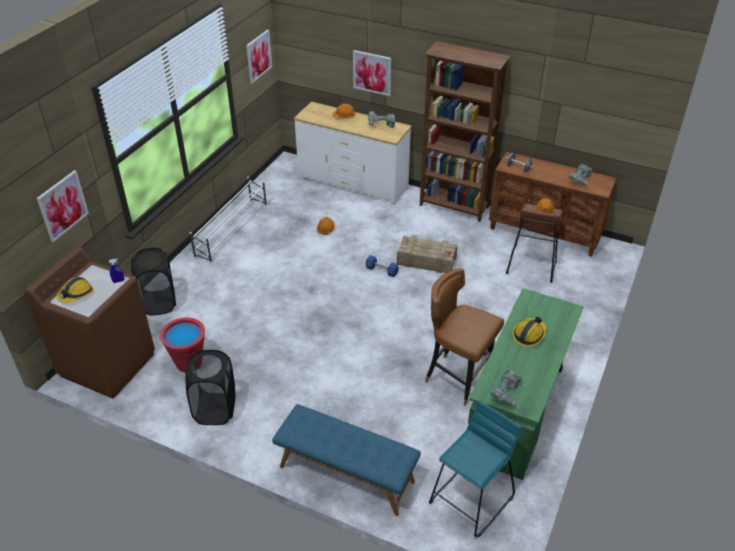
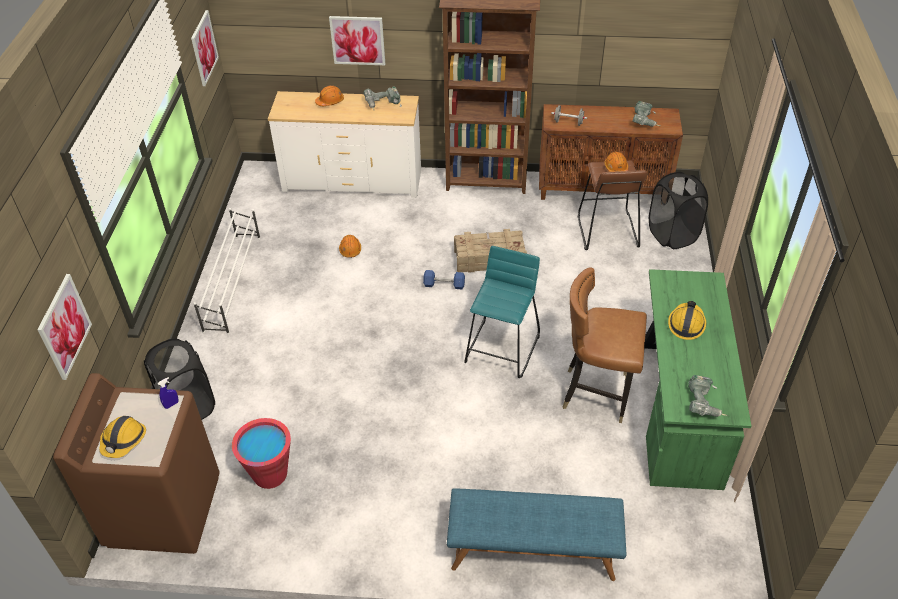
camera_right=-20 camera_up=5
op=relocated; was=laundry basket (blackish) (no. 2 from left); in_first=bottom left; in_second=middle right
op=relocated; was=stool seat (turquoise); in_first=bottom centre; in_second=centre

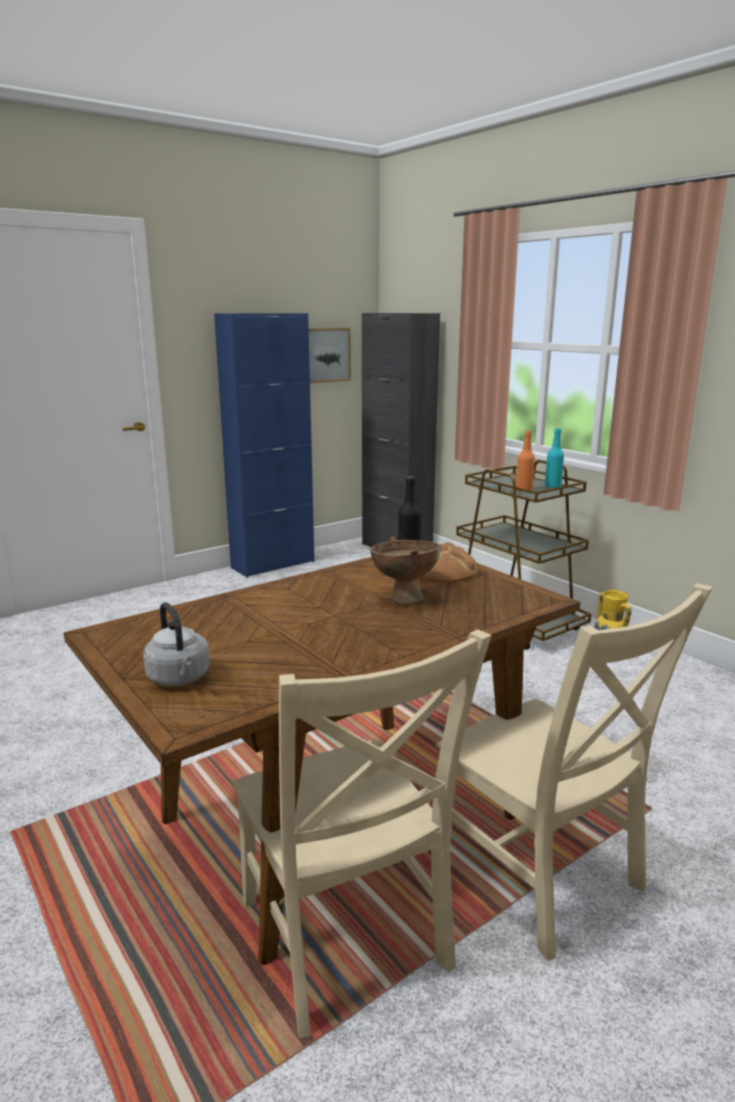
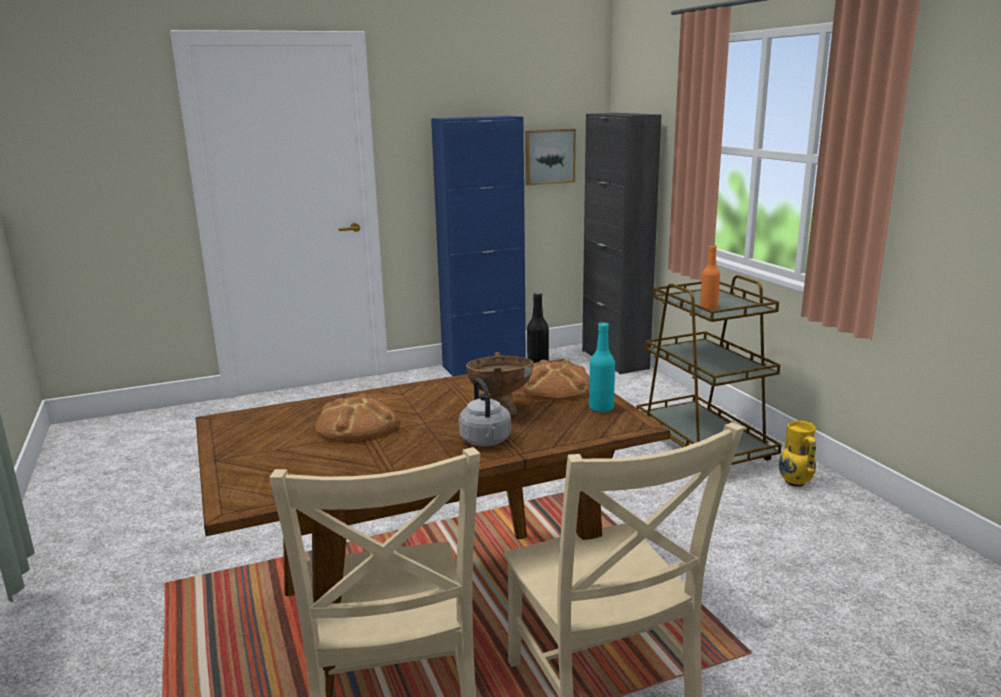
camera_right=15 camera_up=0
op=relocated; was=drink bottle (turquoise); in_first=middle right; in_second=centre
op=relocated; was=water kettle (greyish); in_first=middle left; in_second=centre
op=appeared; now=bakery bread (no. 1 from left); in_second=centre

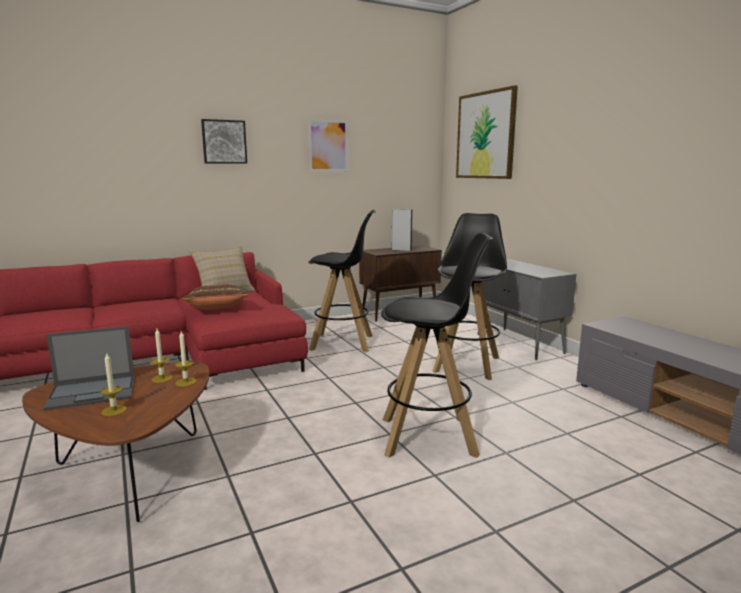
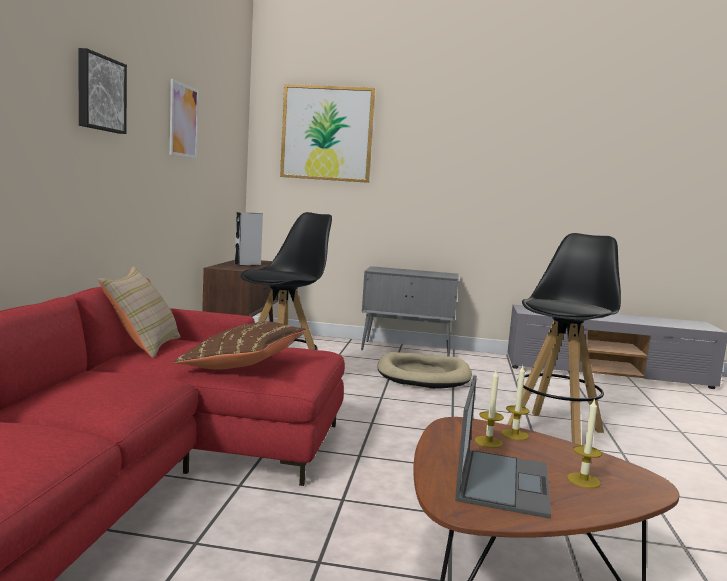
camera_right=-55 camera_up=-5
op=exchanged; was=stool seat (blackish) (no. 3 from left); now=dog bed (beige); in_first=centre; in_second=centre

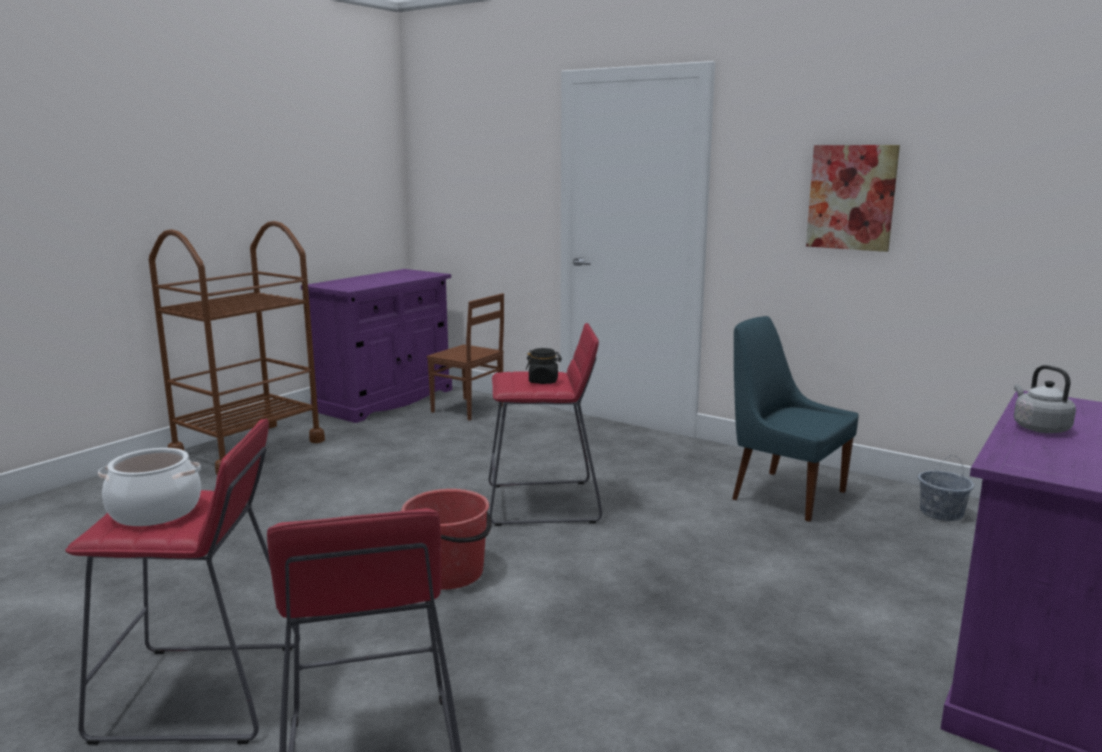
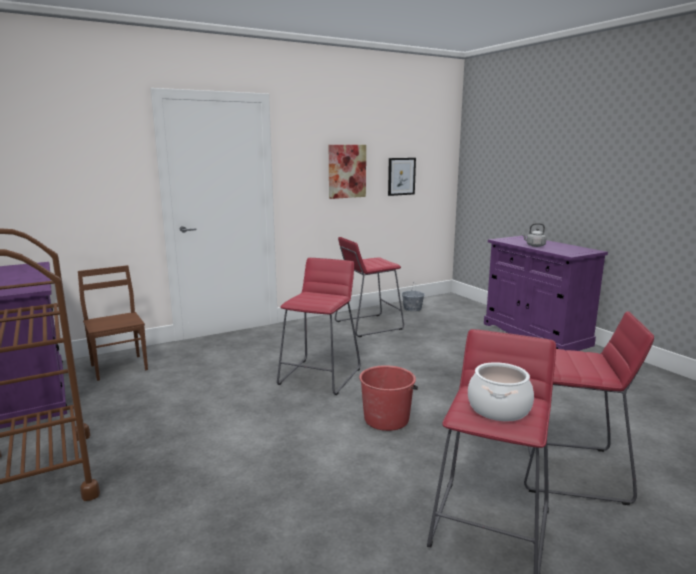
camera_right=-65 camera_up=0
op=spun; was=chair (brown-coloured); in_first=centre; in_second=middle left; clockwise=-90
op=exchanged; was=chair (bluish); now=stool seat (reddish) (no. 2 from left); in_first=middle right; in_second=centre
op=missing; was=jar (blackish); in_first=centre
op=appeared; now=picture (no. 2 from left); in_second=top centre

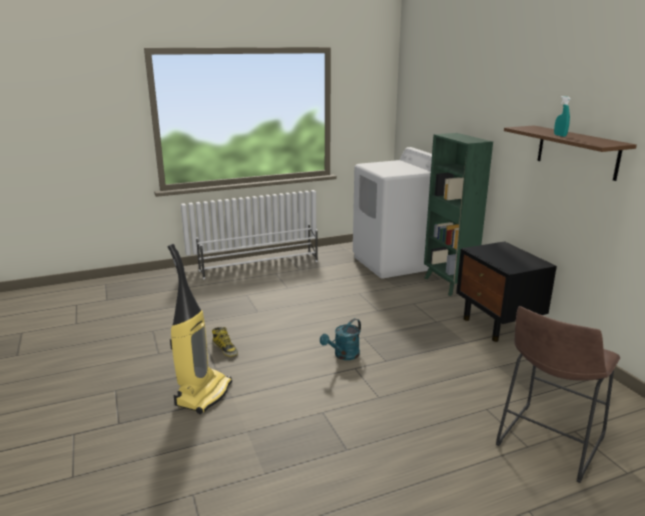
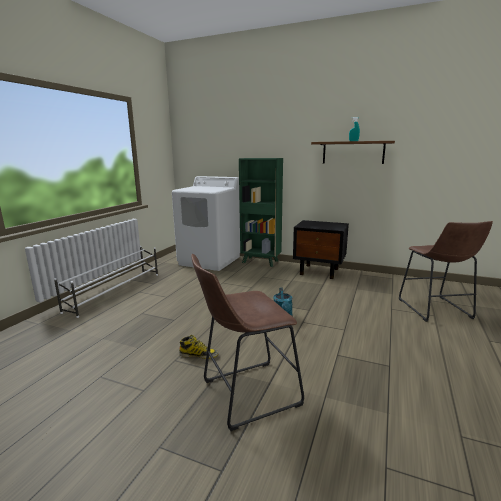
camera_right=-45 camera_up=-5
op=exchanged; was=vacuum cleaner; now=stool seat (brown-coloured) (no. 1 from left); in_first=middle left; in_second=bottom centre

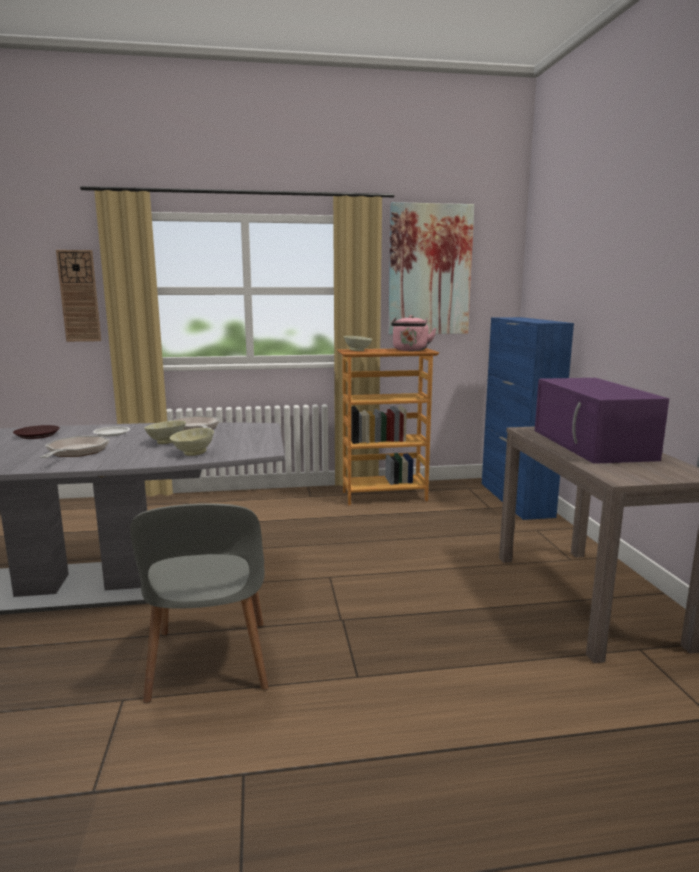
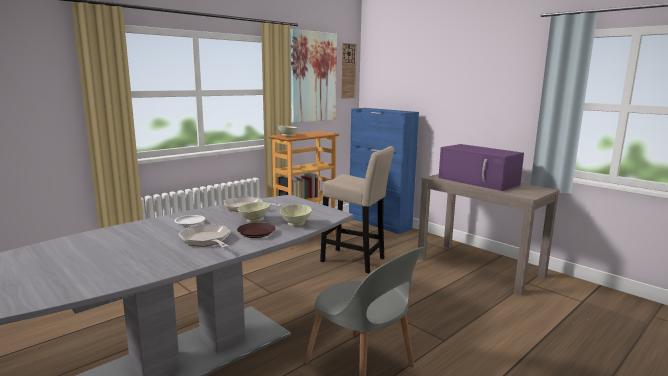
camera_right=-35 camera_up=0
op=relocated; was=wall clock; in_first=middle left; in_second=top centre
op=missing; was=water kettle (pink-coloured); in_first=centre
op=relocated; was=dinner plate (brown-coloured); in_first=middle left; in_second=centre
op=appeared; now=stool seat (beige); in_second=centre

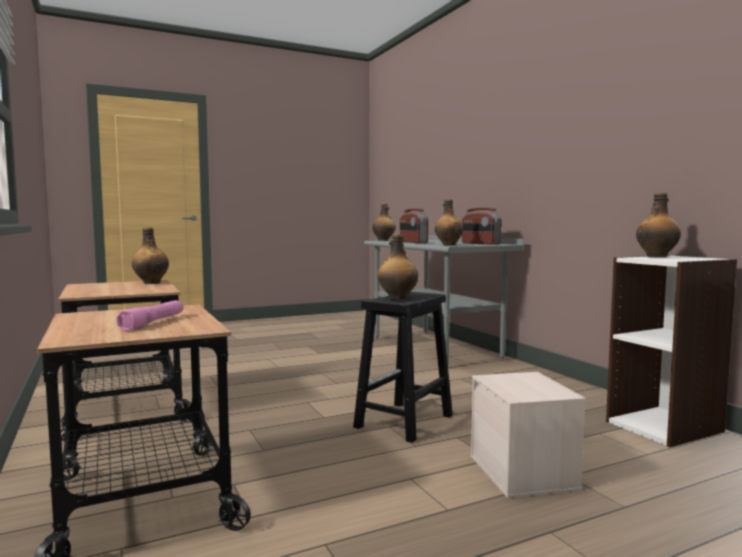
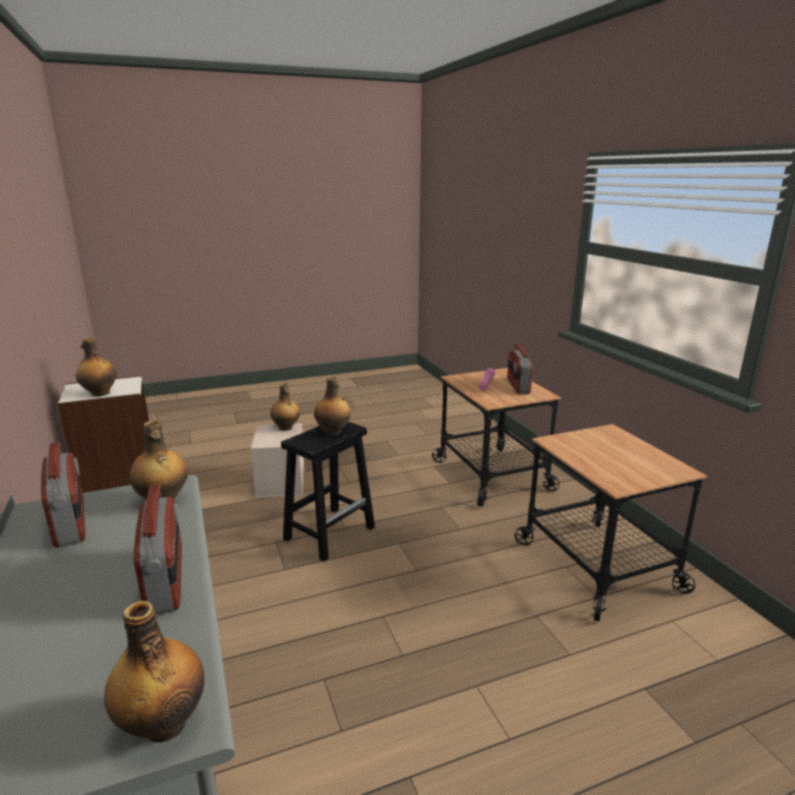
camera_right=-175 camera_up=15
op=relocated; was=drink bottle (no. 1 from left in the first image); now=drink bottle (no. 4 from left); in_first=middle left; in_second=centre
op=appeared; now=radio set (no. 3 from left); in_second=centre

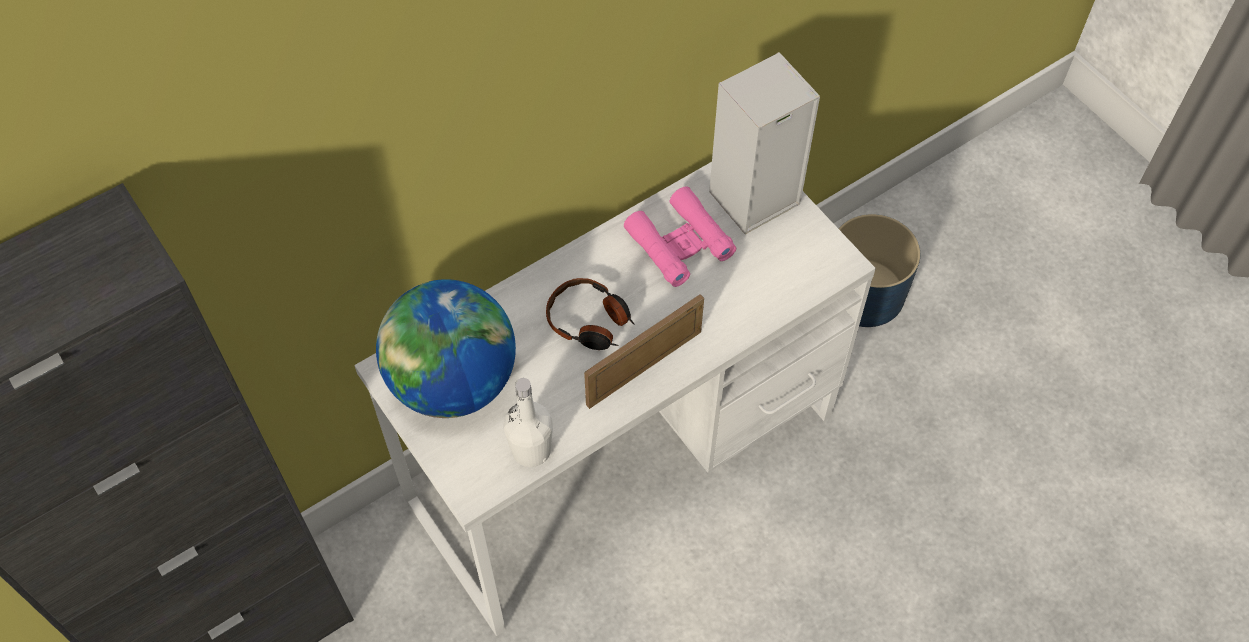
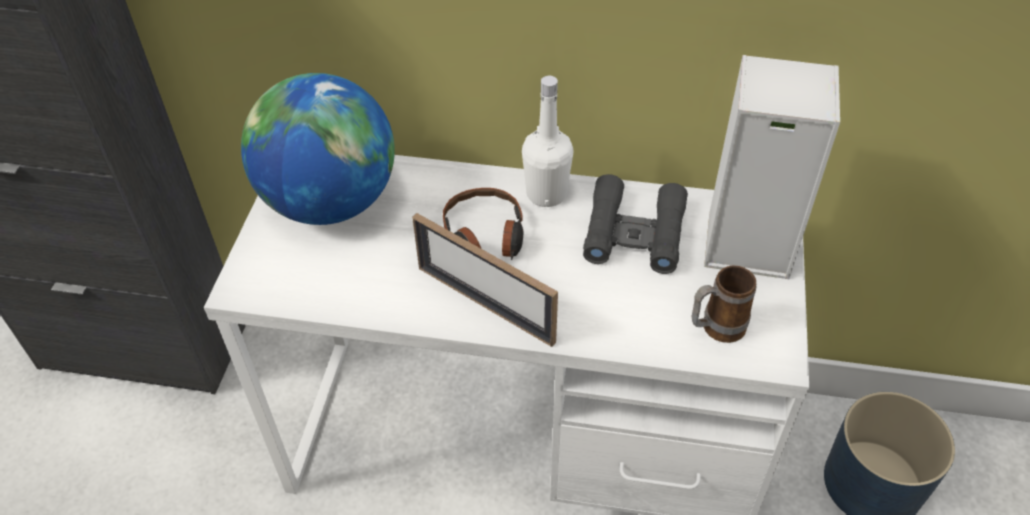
camera_right=45 camera_up=-10
op=colour; was=binoculars (pink-coloured); now=binoculars (blackish); in_first=centre; in_second=centre
op=spun; was=photo frame; in_first=centre; in_second=centre; clockwise=-150
op=relocated; was=drink bottle (white); in_first=centre; in_second=top centre
op=appeared; now=mug; in_second=middle right

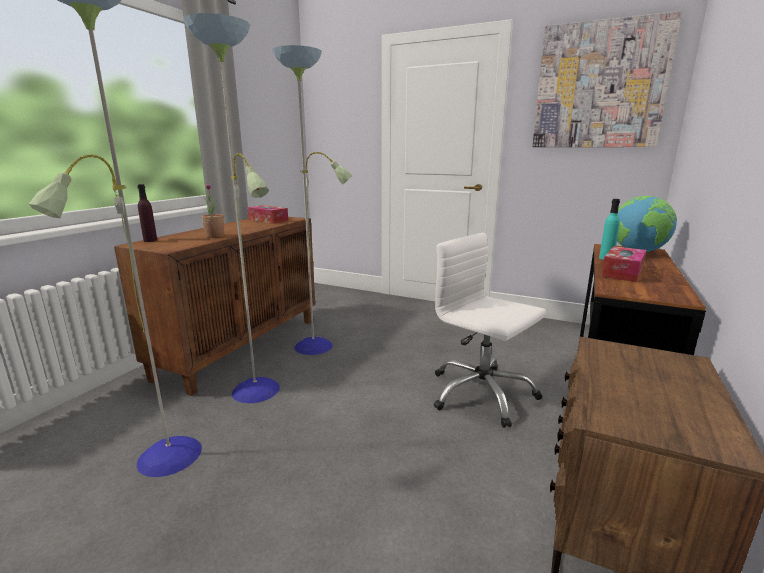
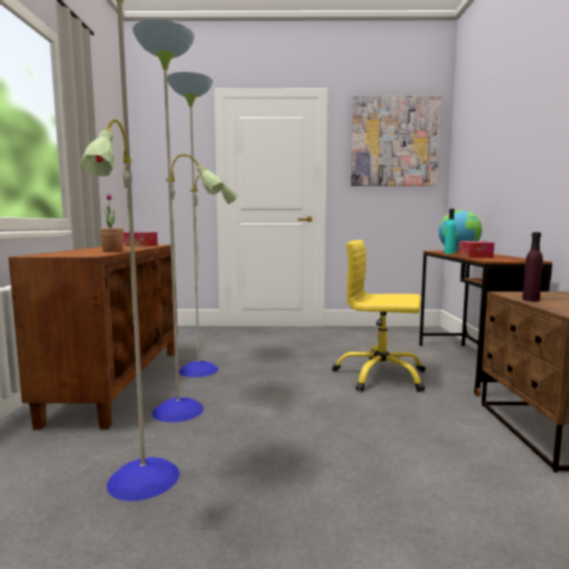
camera_right=-25 camera_up=-10
op=relocated; was=drink bottle (purple); in_first=middle left; in_second=middle right
op=colour; was=computer chair (white); now=computer chair (yellow-coloured); in_first=centre; in_second=centre

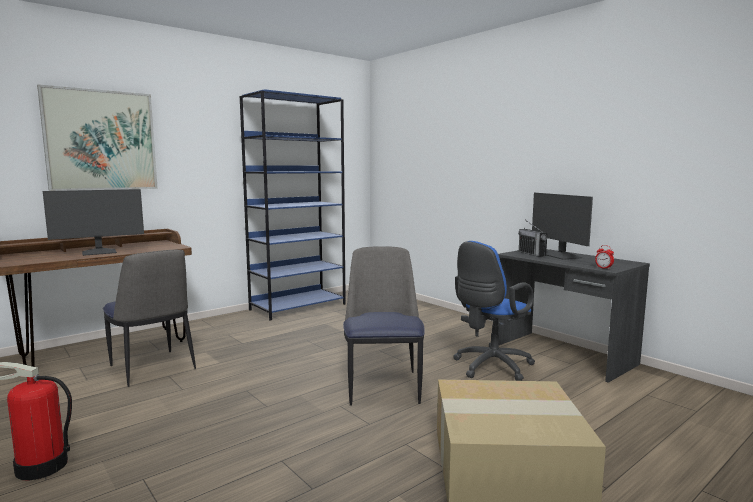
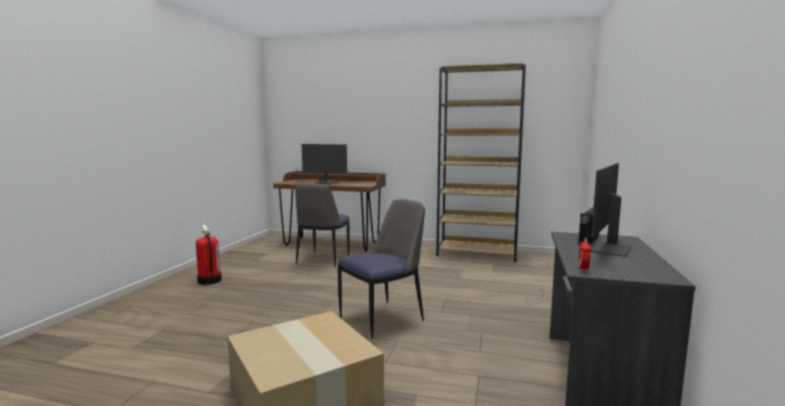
camera_right=55 camera_up=0
op=missing; was=picture; in_first=top left
op=colour; was=bookshelf (bluish); now=bookshelf (brown-coloured); in_first=centre; in_second=centre
op=missing; was=computer chair (bluish); in_first=centre

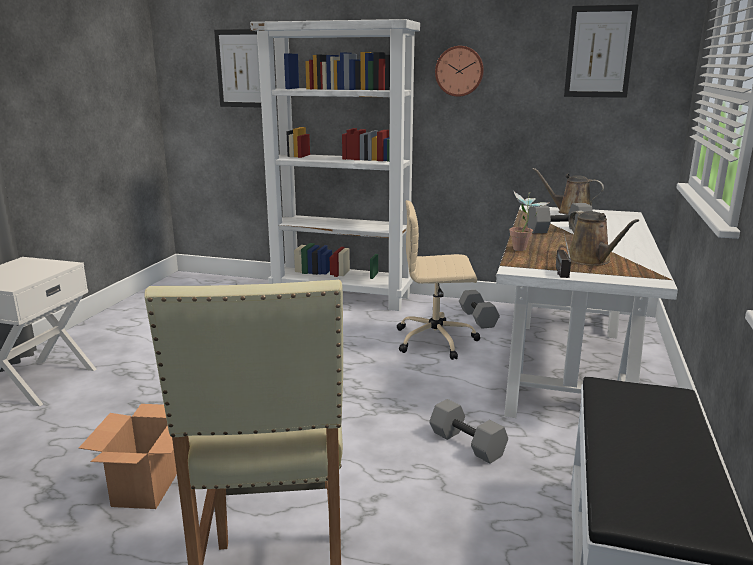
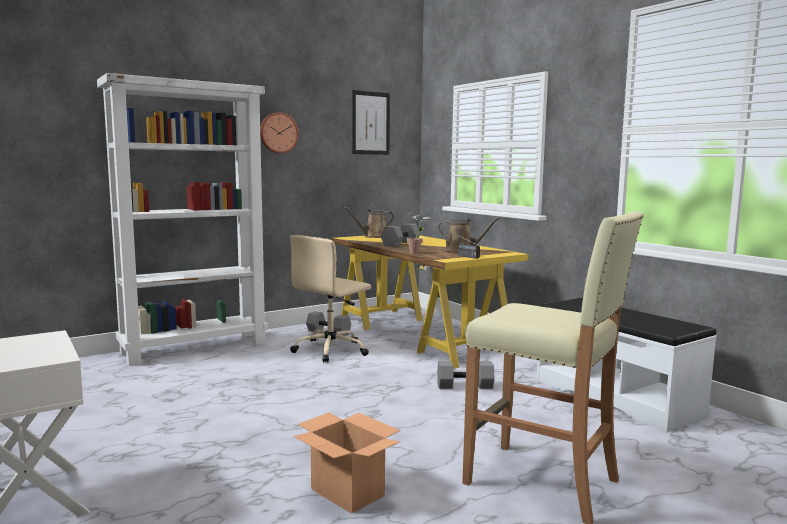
camera_right=-50 camera_up=-10
op=missing; was=picture (no. 1 from left); in_first=top left
op=colour; was=desk unit (white); now=desk unit (yellow-coloured); in_first=middle right; in_second=centre

